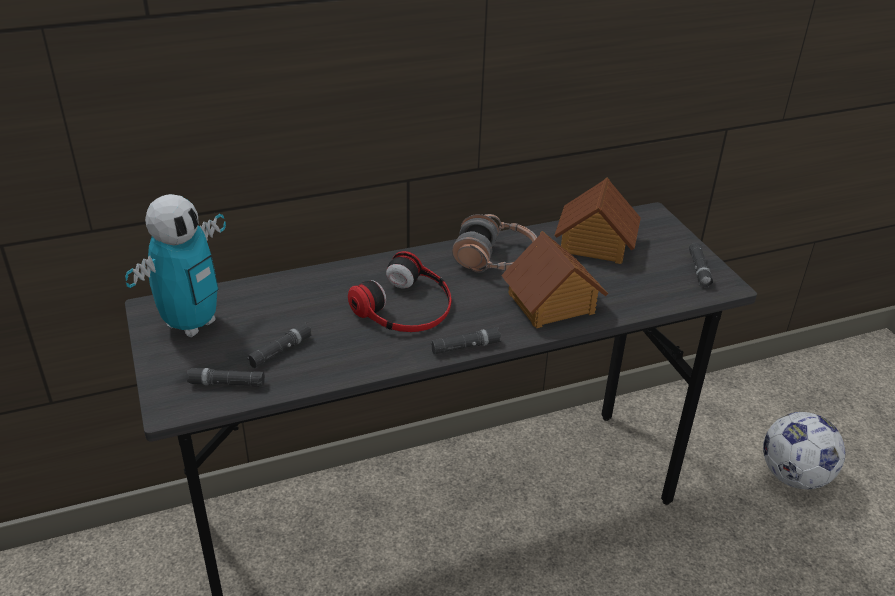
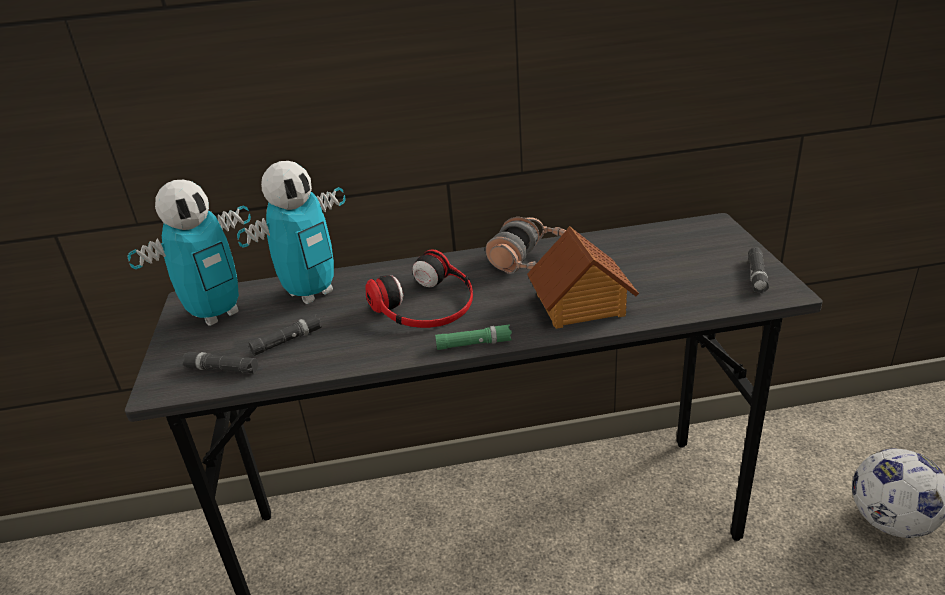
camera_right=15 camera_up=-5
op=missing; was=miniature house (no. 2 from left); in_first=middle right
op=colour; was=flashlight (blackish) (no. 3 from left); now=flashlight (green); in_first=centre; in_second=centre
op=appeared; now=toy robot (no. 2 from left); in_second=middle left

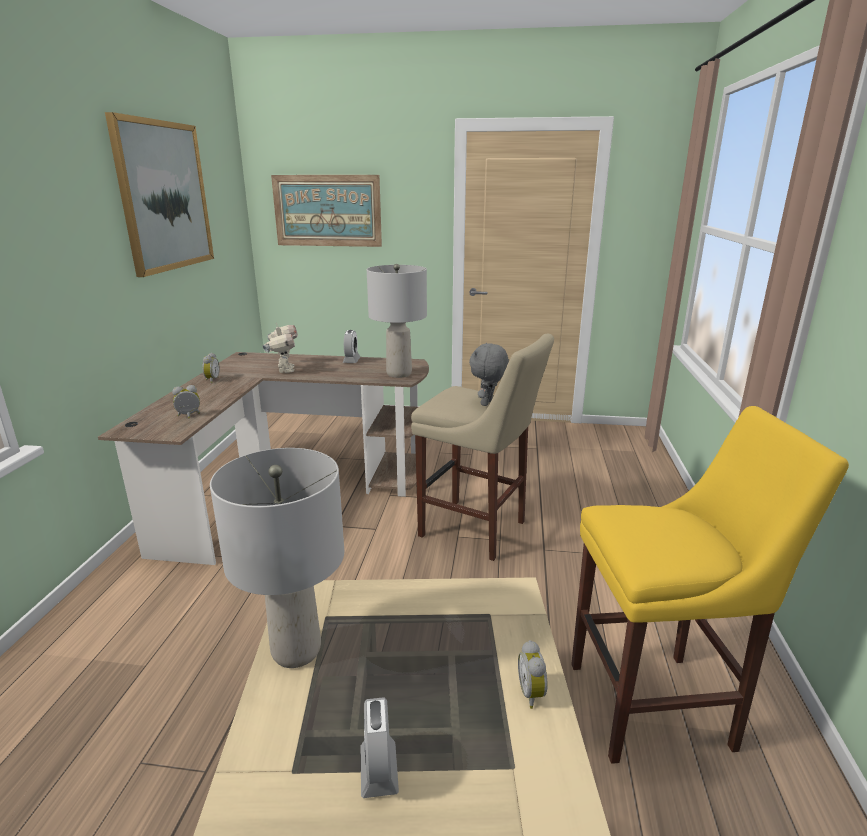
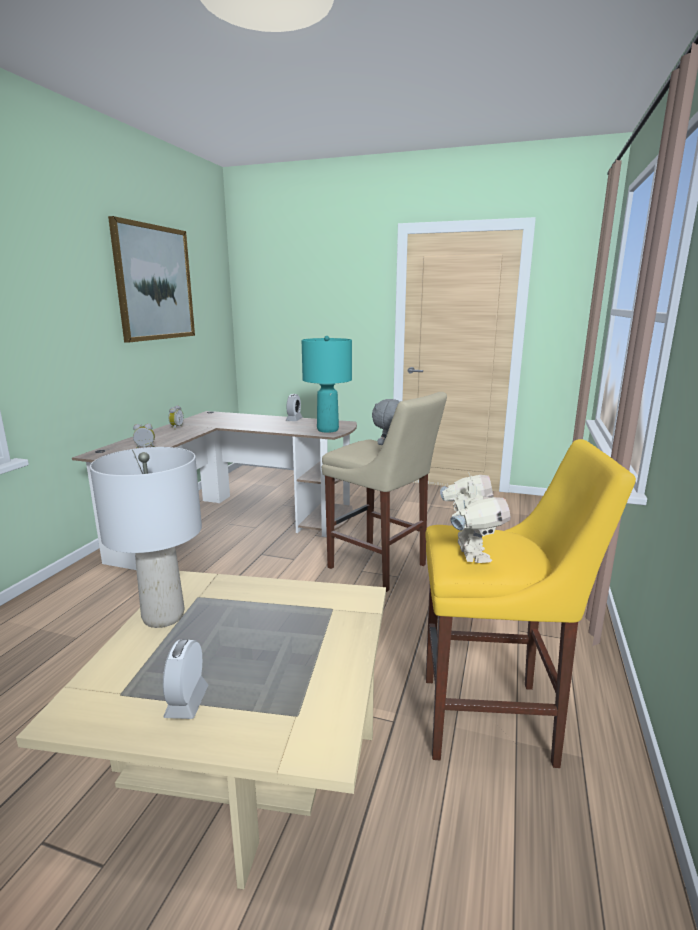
camera_right=10 camera_up=-5
op=missing; was=picture (no. 2 from left); in_first=top centre
op=colour; was=tabletop lamp (greyish) (no. 2 from left); now=tabletop lamp (turquoise); in_first=centre; in_second=centre
op=relocated; was=toy robot; in_first=middle left; in_second=middle right
op=missing; was=bedside clock (no. 5 from left); in_first=bottom centre

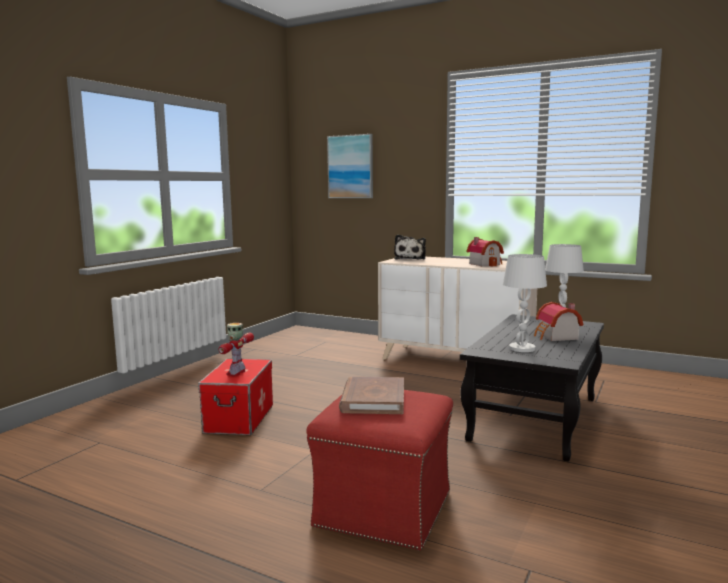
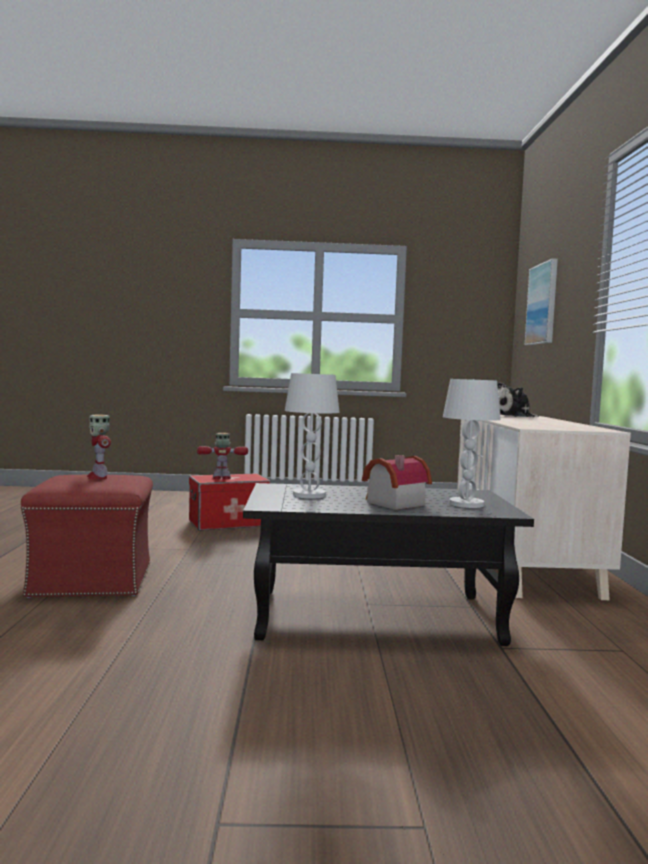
camera_right=60 camera_up=-5
op=missing; was=miniature house (no. 1 from left); in_first=centre
op=exchanged; was=bound book (brown-coloured); now=toy robot (no. 1 from left); in_first=bottom centre; in_second=middle left

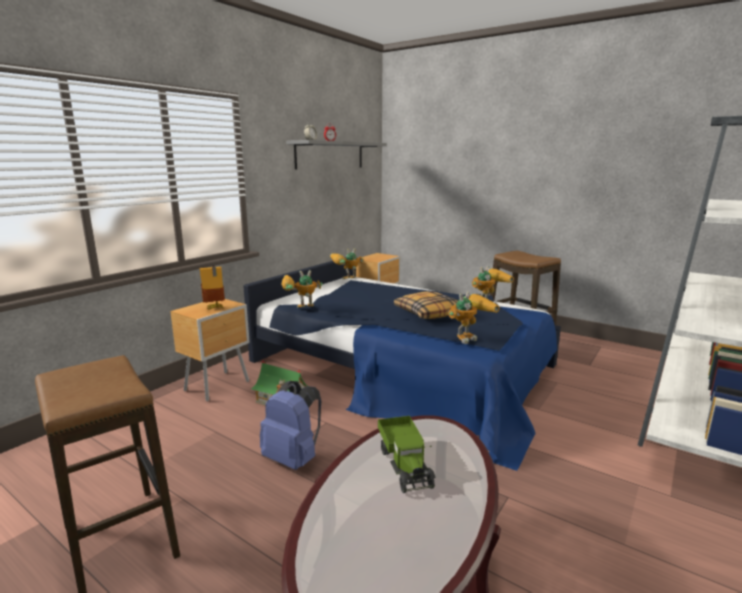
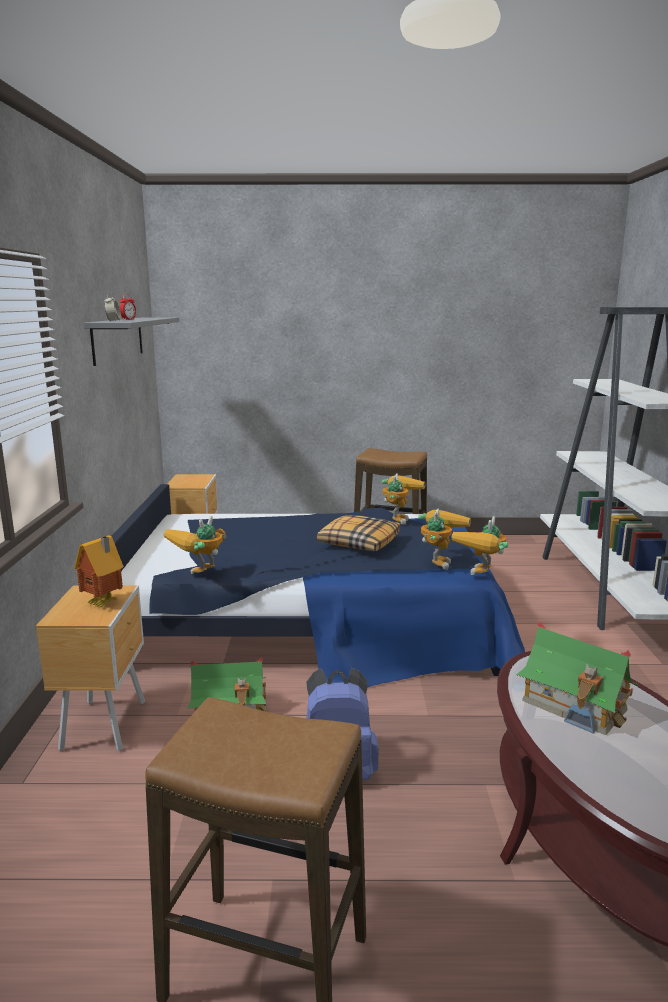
camera_right=-35 camera_up=0
op=relocated; was=toy robot (no. 2 from left in the first image); now=toy robot (no. 4 from left); in_first=centre; in_second=middle right
op=exchanged; was=toy truck; now=miniature house (no. 3 from left); in_first=bottom centre; in_second=bottom right

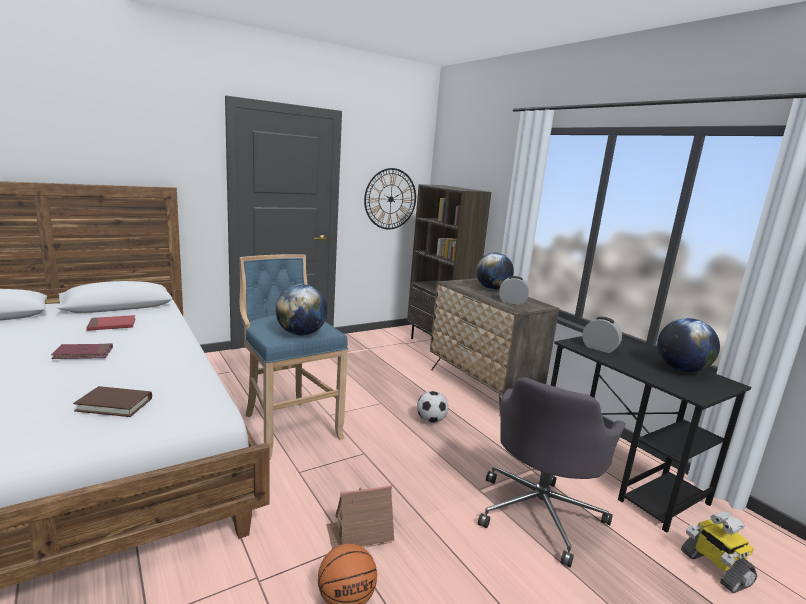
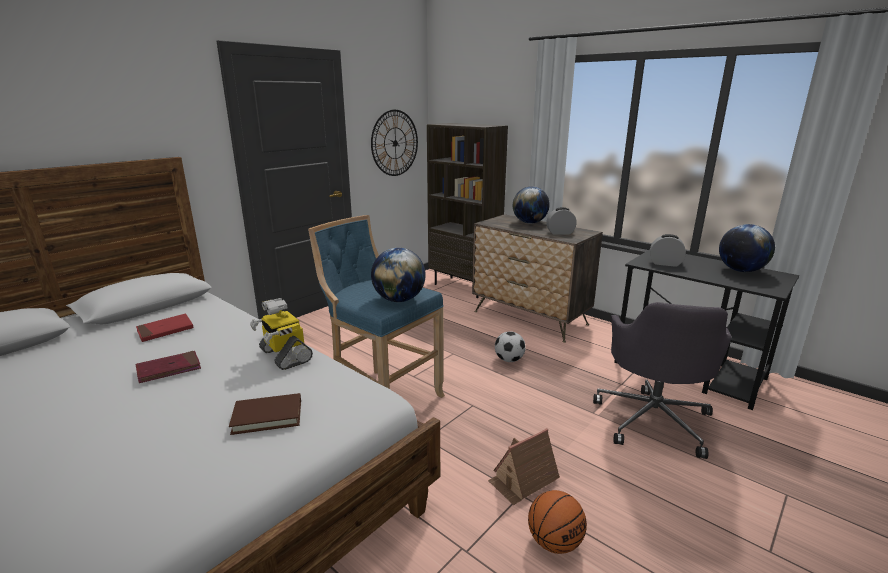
camera_right=-15 camera_up=5
op=relocated; was=toy robot; in_first=bottom right; in_second=middle left

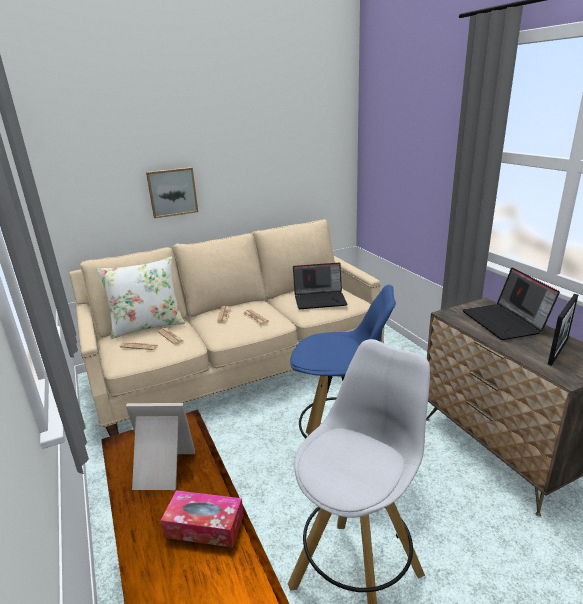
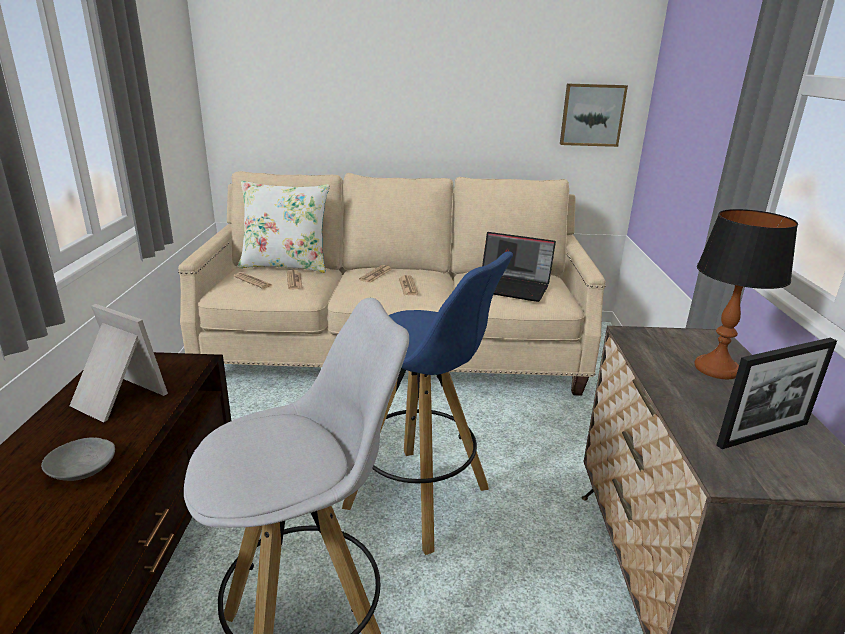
camera_right=25 camera_up=0
op=relocated; was=picture; in_first=top left; in_second=top right
op=exchanged; was=notebook computer (no. 2 from left); now=tabletop lamp; in_first=middle right; in_second=middle right
op=exchanged; was=tissue box; now=bowl (greyish); in_first=bottom centre; in_second=bottom left

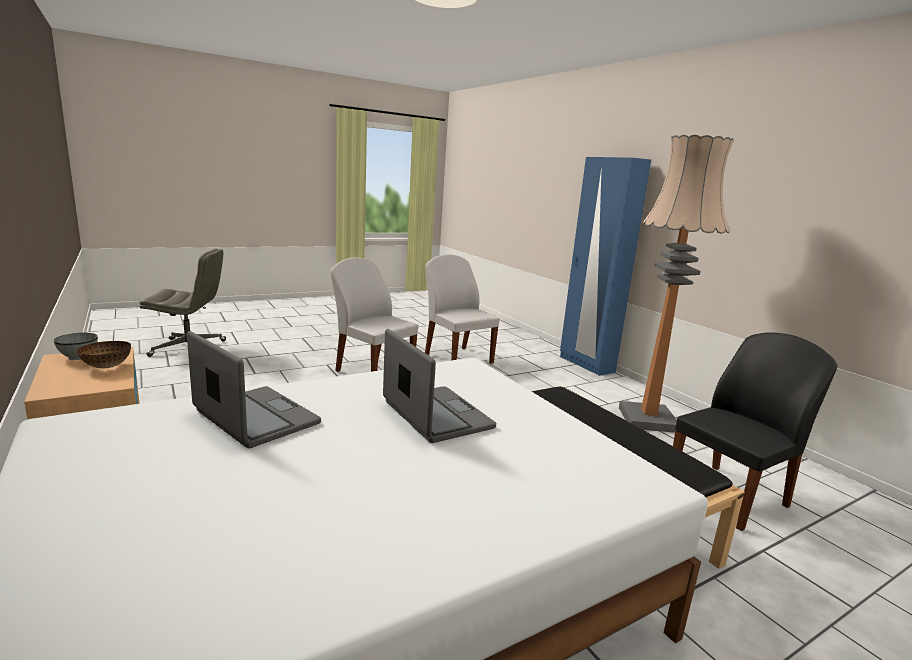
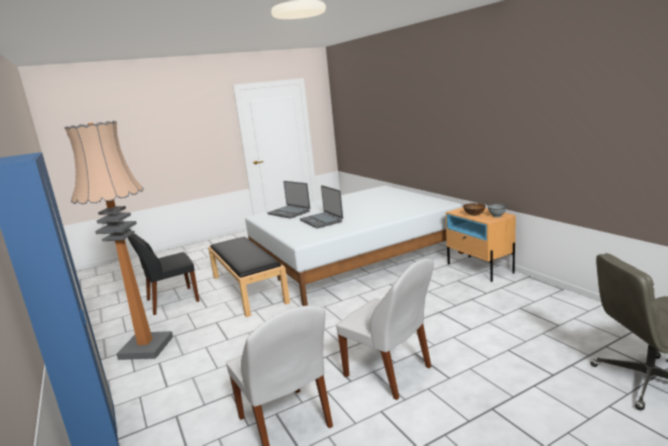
camera_right=-175 camera_up=0
op=relocated; was=notebook computer (no. 1 from left); in_first=middle left; in_second=centre

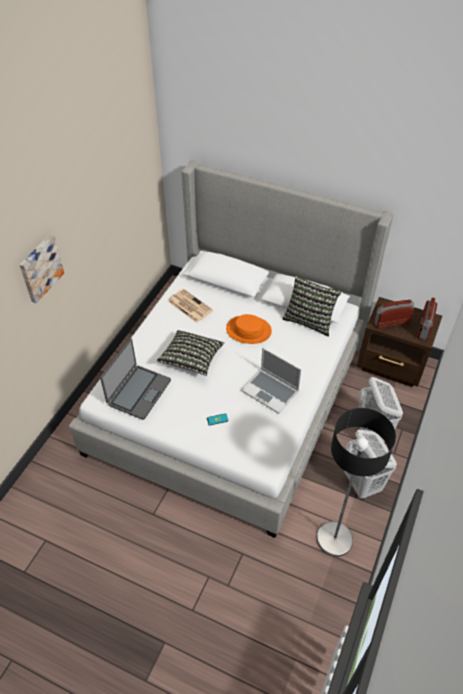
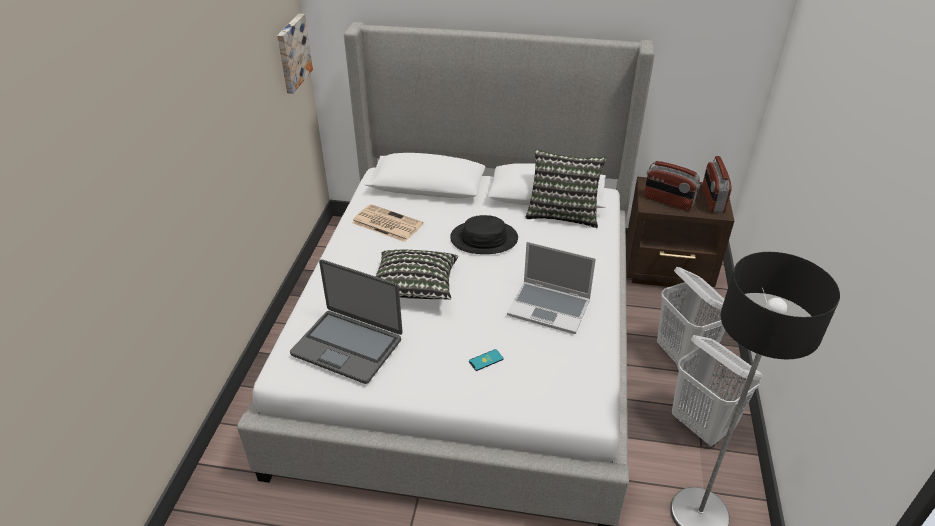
camera_right=-15 camera_up=-10
op=relocated; was=picture; in_first=middle left; in_second=top left
op=spun; was=radio set (no. 1 from left); in_first=middle right; in_second=middle right; clockwise=-120
op=colour; was=clothing hat (orangey); now=clothing hat (blackish); in_first=centre; in_second=centre
op=spun; was=notebook computer (no. 1 from left); in_first=middle left; in_second=centre; clockwise=105

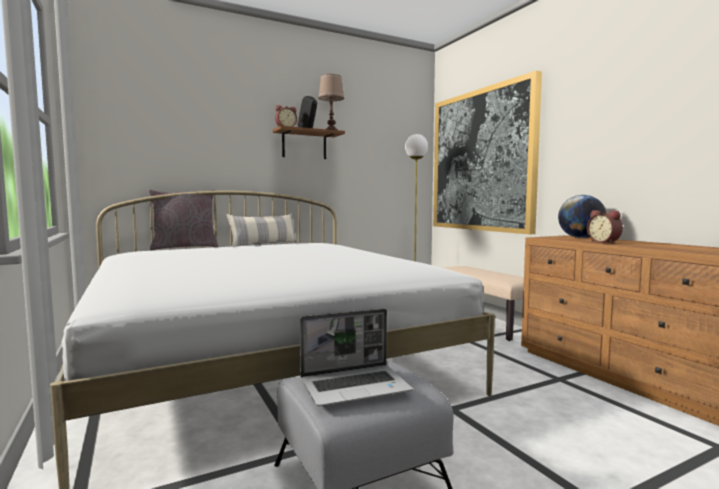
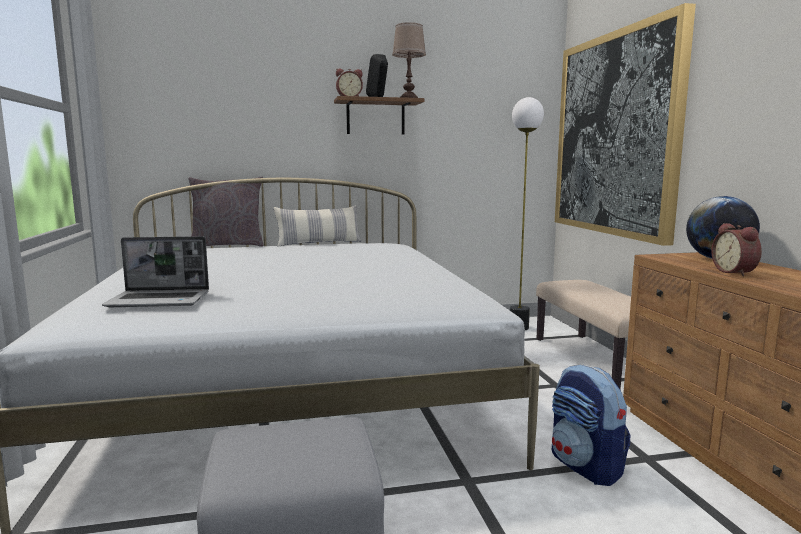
camera_right=15 camera_up=5
op=relocated; was=notebook computer; in_first=bottom centre; in_second=middle left
op=appeared; now=knapsack; in_second=bottom right

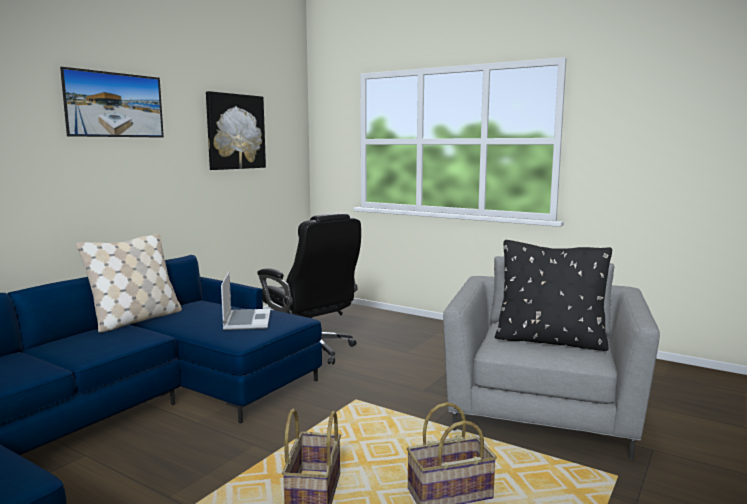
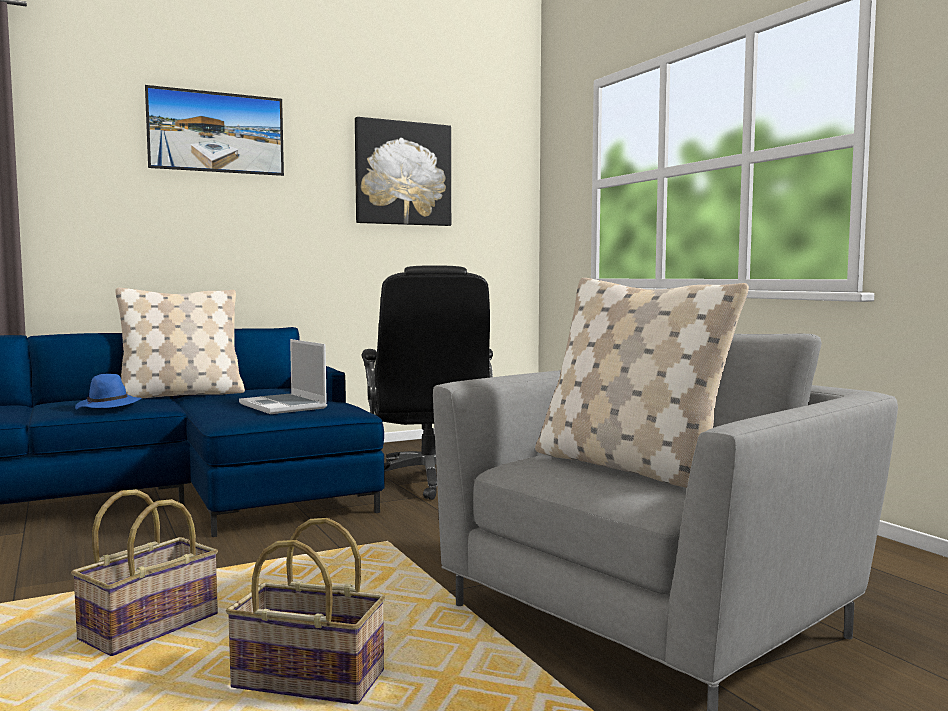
camera_right=30 camera_up=-5
op=colour; was=cushion (blackish); now=cushion (beige) (no. 2 from left); in_first=middle right; in_second=middle right
op=spun; was=notebook computer; in_first=middle left; in_second=middle left; clockwise=120
op=appeared; now=clothing hat (bluish); in_second=middle left

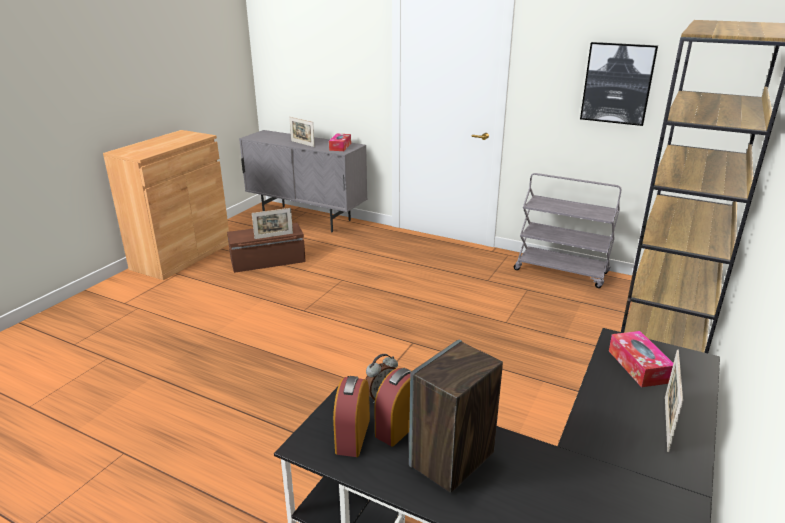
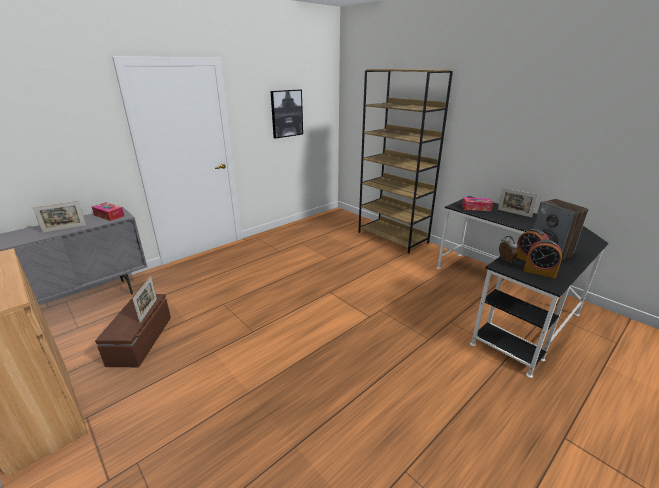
camera_right=-70 camera_up=0
op=missing; was=wheeled cart (greyish); in_first=middle right

